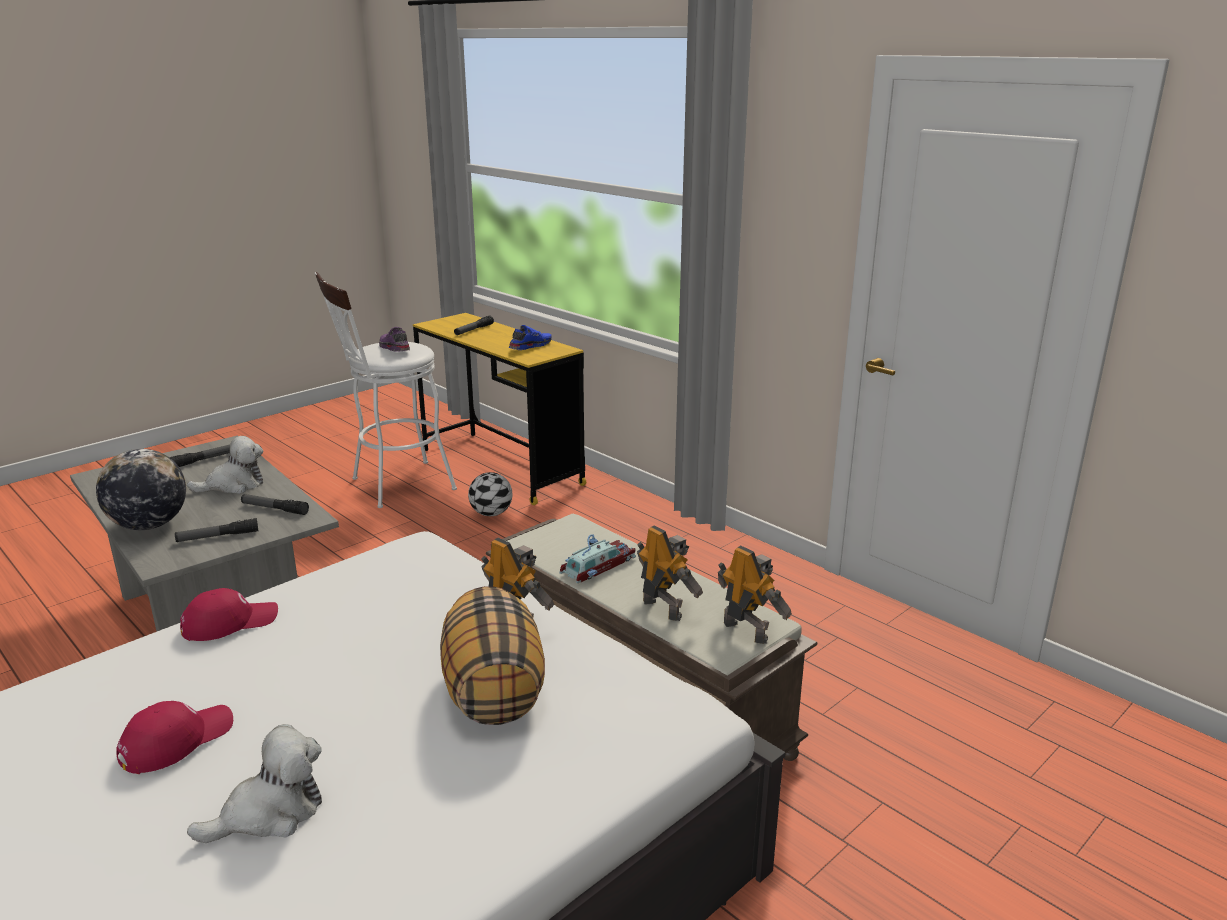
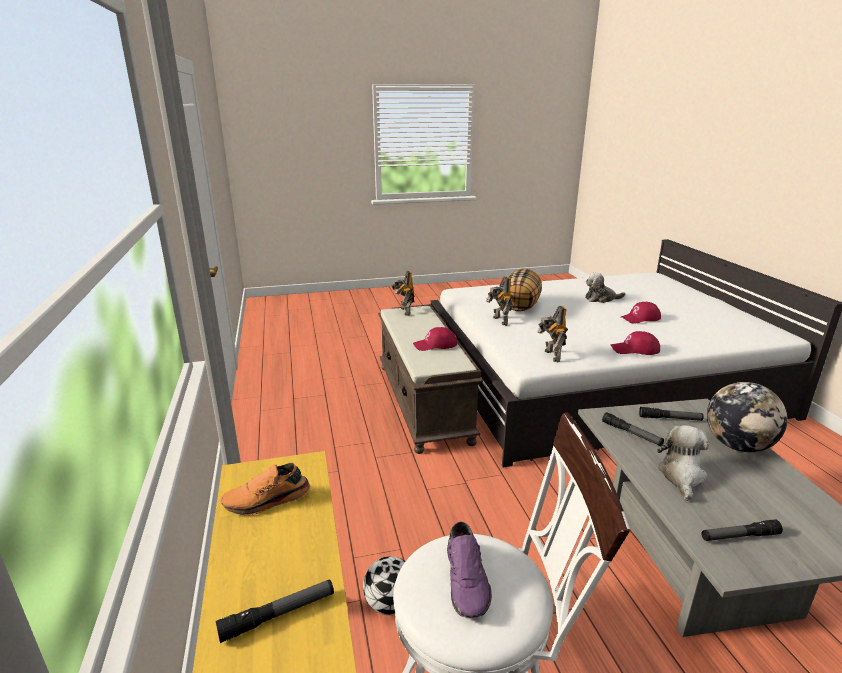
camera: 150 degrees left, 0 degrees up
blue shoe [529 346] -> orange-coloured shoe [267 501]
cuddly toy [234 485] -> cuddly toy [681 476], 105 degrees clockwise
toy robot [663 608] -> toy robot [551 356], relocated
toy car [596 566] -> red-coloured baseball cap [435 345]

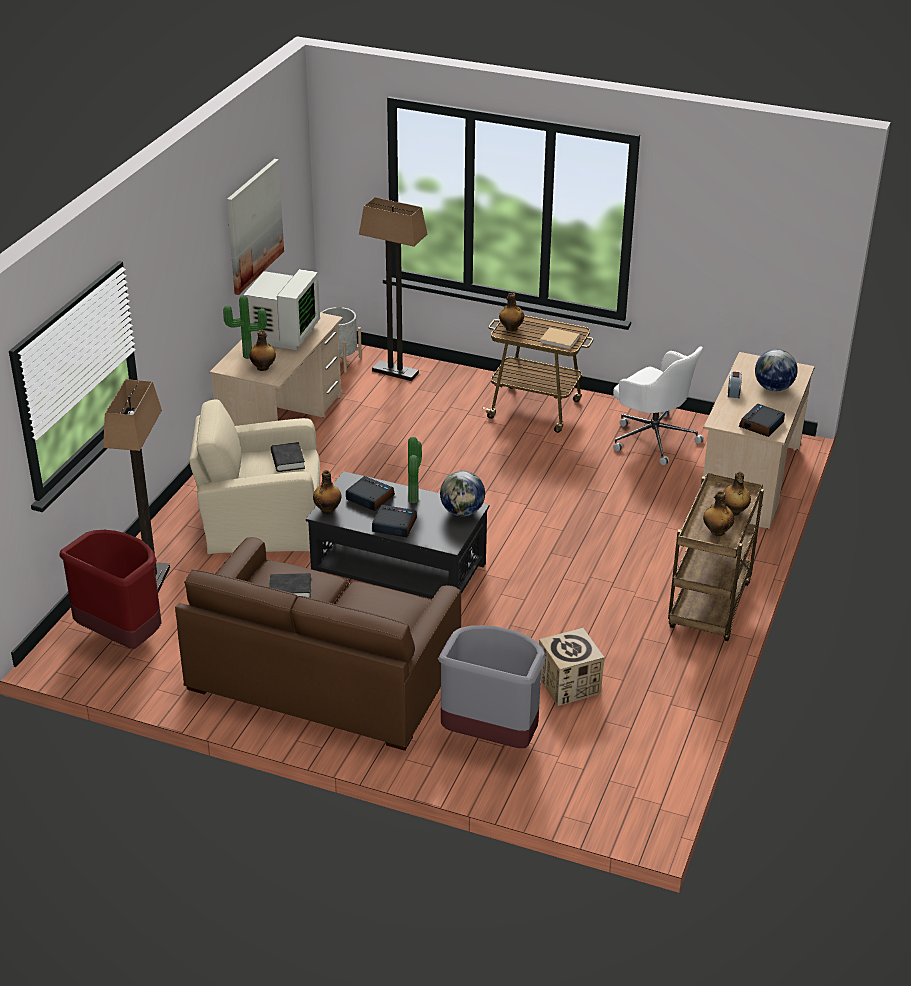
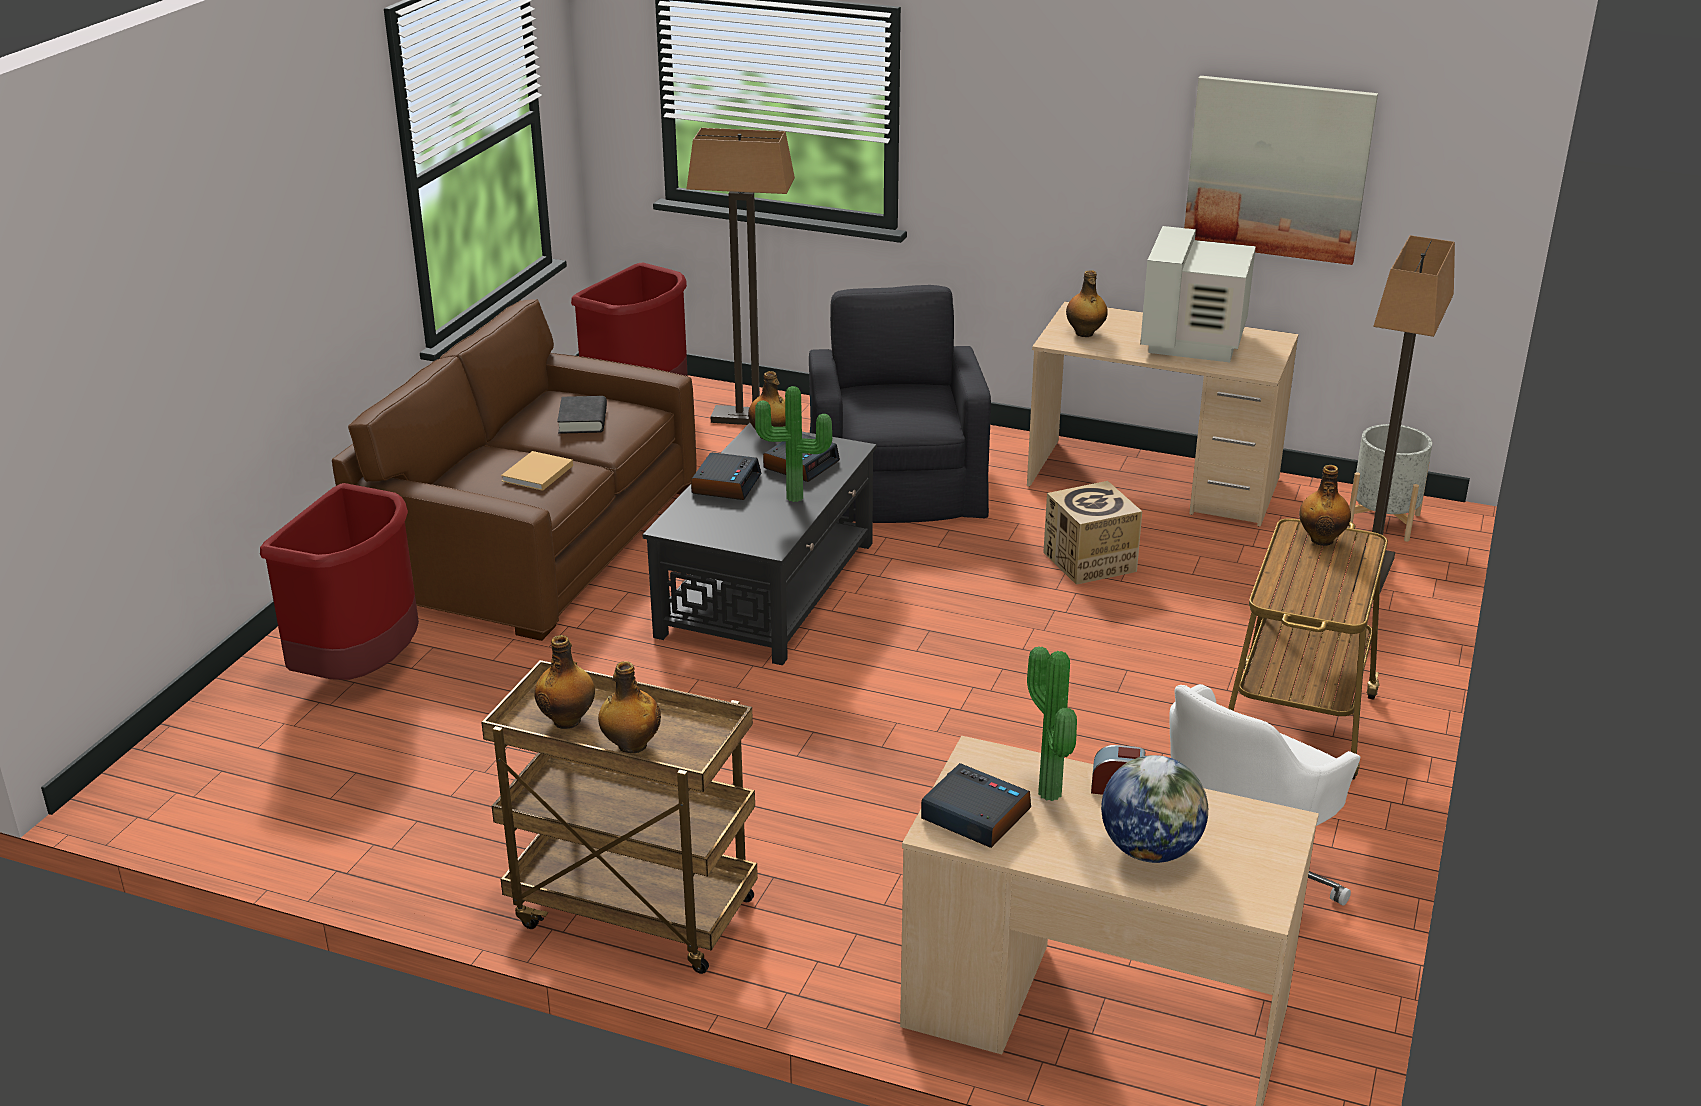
camera: 90 degrees right, 5 degrees down
computer display [282 334] -> computer display [1195 341], 90 degrees clockwise
plant in a pot [248 357] -> plant in a pot [1045 794], relocated
sand-coloured book [560 340] -> sand-coloured book [536 474], relocated
sand-coloured easy chair [262 519] -> blackish easy chair [895 480]
blackish book [287 460] -> none
world globe [462 512] -> none
grey rubbish bin [490 735] -> red-coloured rubbish bin [362 667]
cardboard box [569 684] -> cardboard box [1089 562], relocated

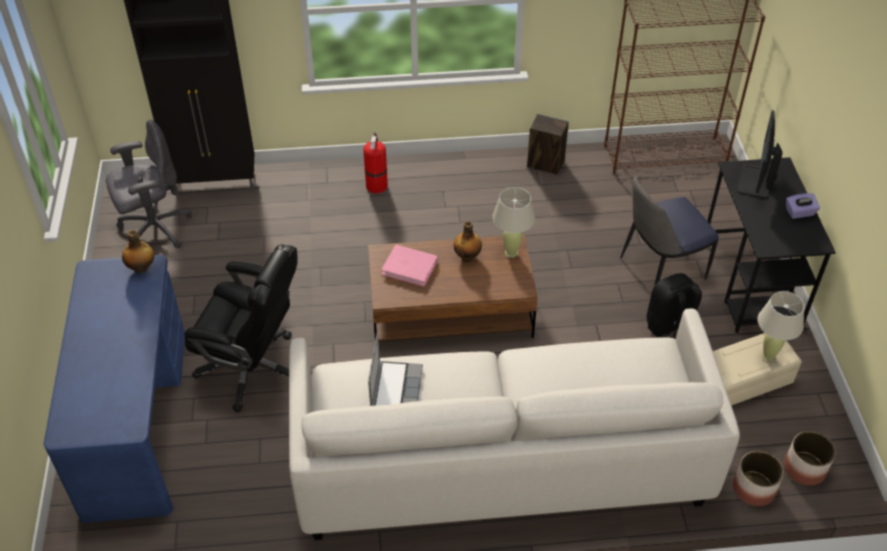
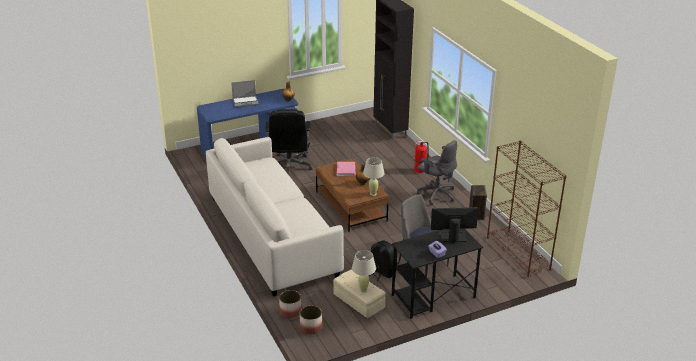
camera: 70 degrees right, 15 degrees down
grey computer chair [154 229] -> grey computer chair [436 194], relocated
laptop [395 388] -> laptop [246 102], relocated

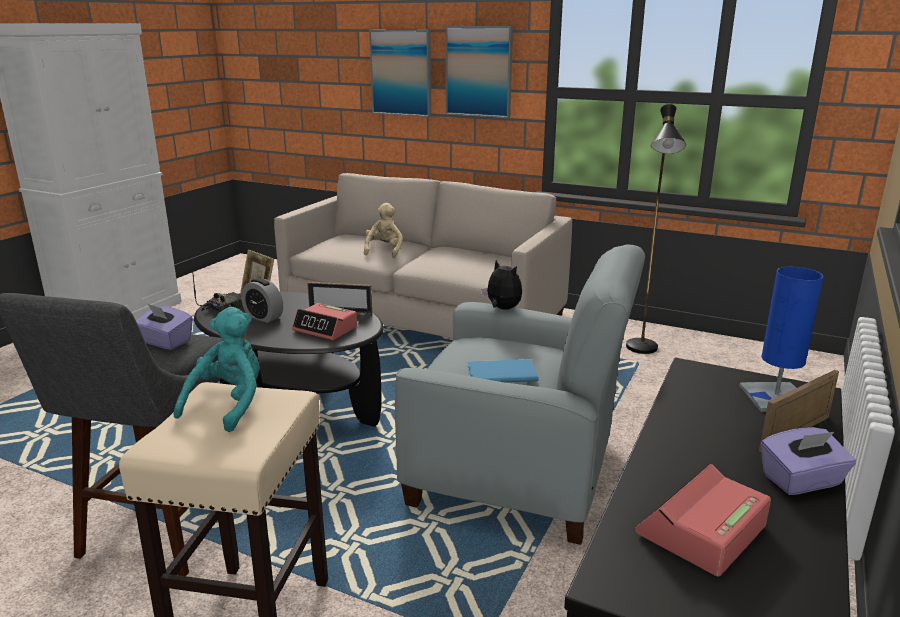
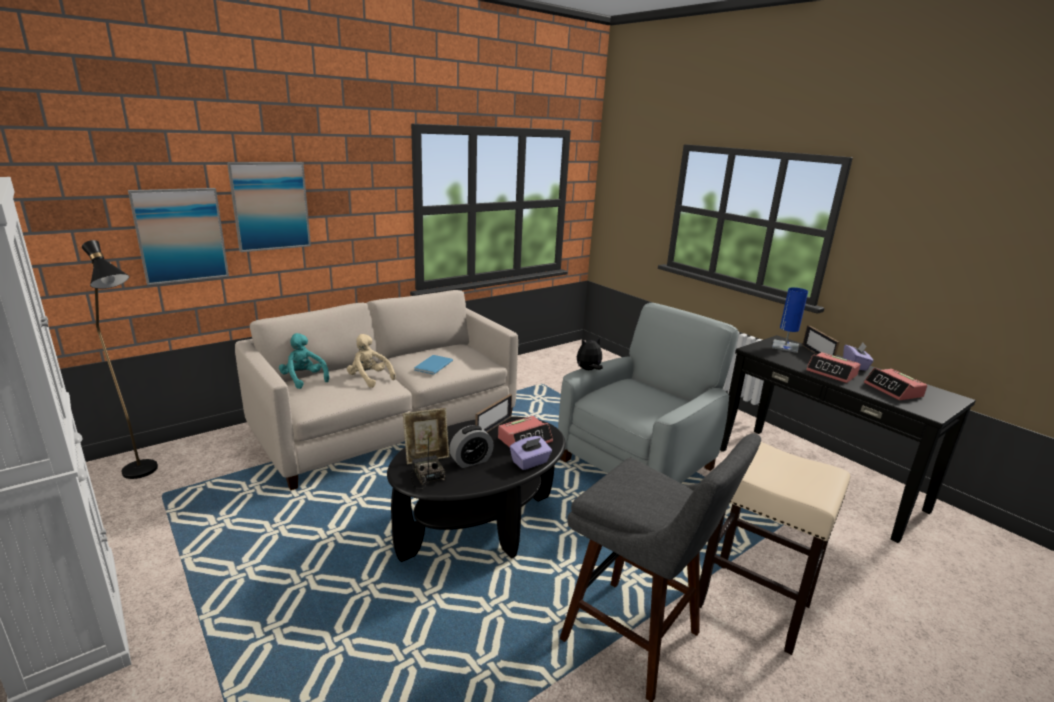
camera: 65 degrees left, 0 degrees up
picture [479 71] -> picture [181 235], relocated
blackish standing lamp [643 352] -> blackish standing lamp [146 474], relocated
purplish tissue holder [165 342] -> purplish tissue holder [530 462], relocated
turquoise cuddly toy [229 405] -> turquoise cuddly toy [304 379], relocated
blue book [500 372] -> blue book [432 365], relocated
none -> table clock [832 373]

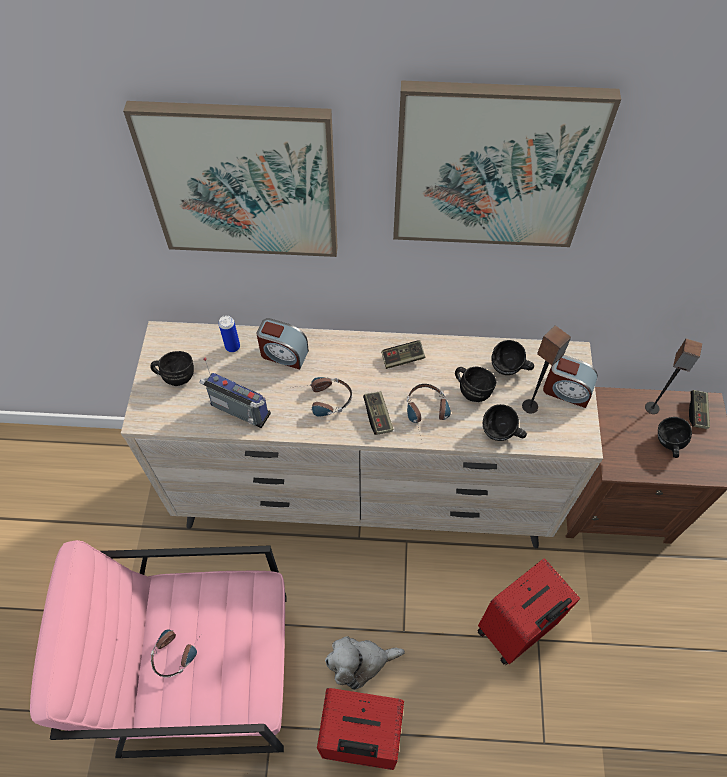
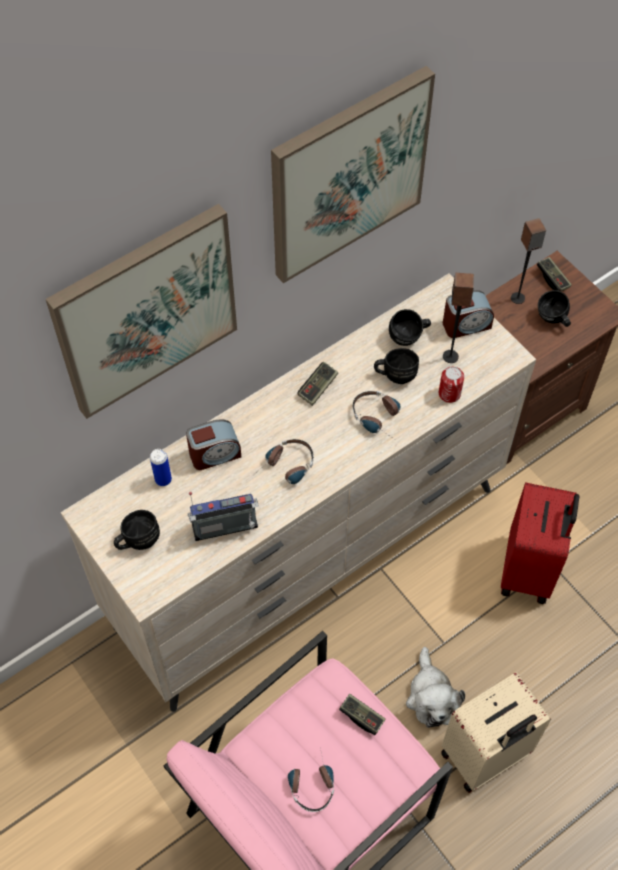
camera: 40 degrees left, 0 degrees up
game controller [378 416] -> game controller [362 716], relocated
blackish coffee mug [501 434] -> sealed can [449 394]
cuddly toy [360 662] -> cuddly toy [431 696], 45 degrees counterclockwise
red-coloured suitcase [359 740] -> sand-coloured suitcase [485 756]

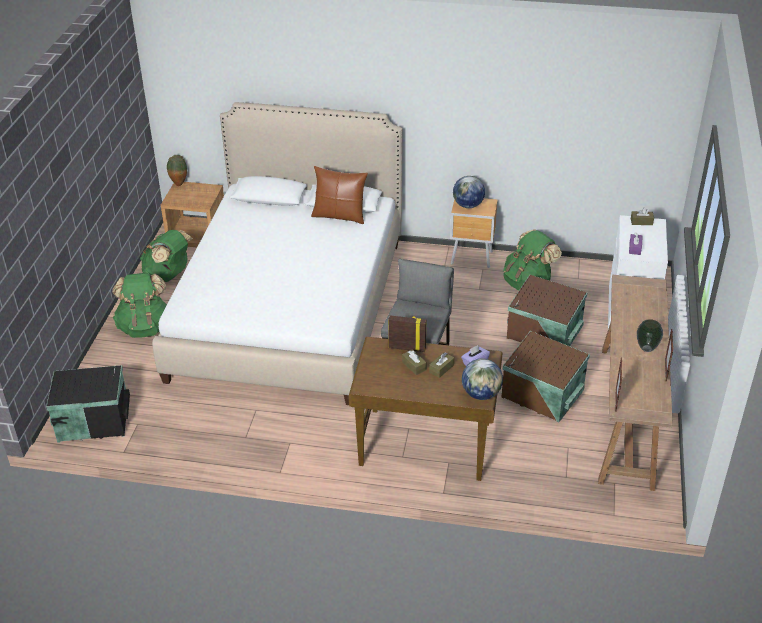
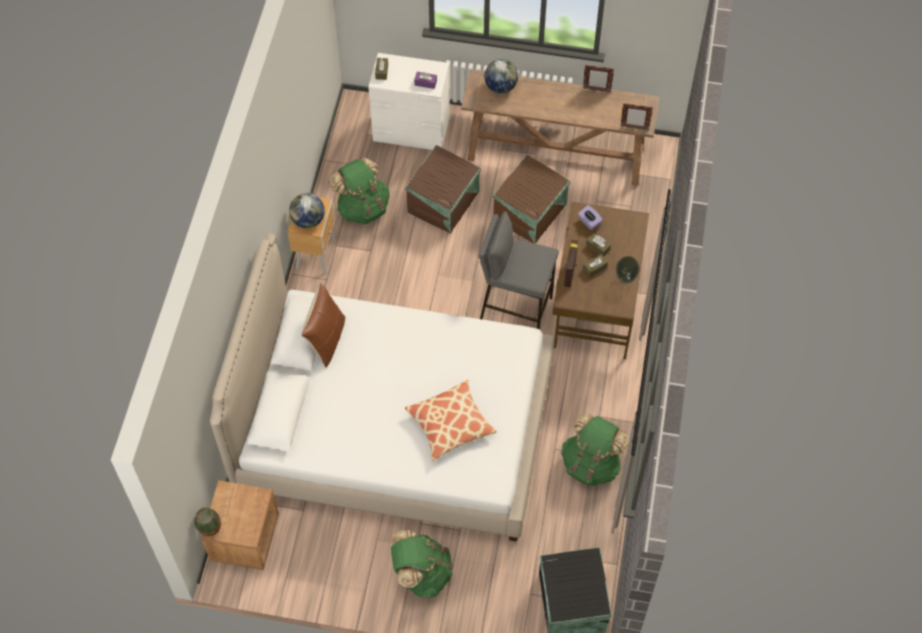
camera: 90 degrees left, 20 degrees up
green-coloured knapsack [168 276] -> green-coloured knapsack [591 464], relocated
decorative vase [646 348] -> decorative vase [625 279], relocated
world globe [481 394] -> world globe [500 87], relocated
none -> pillow [450 424]

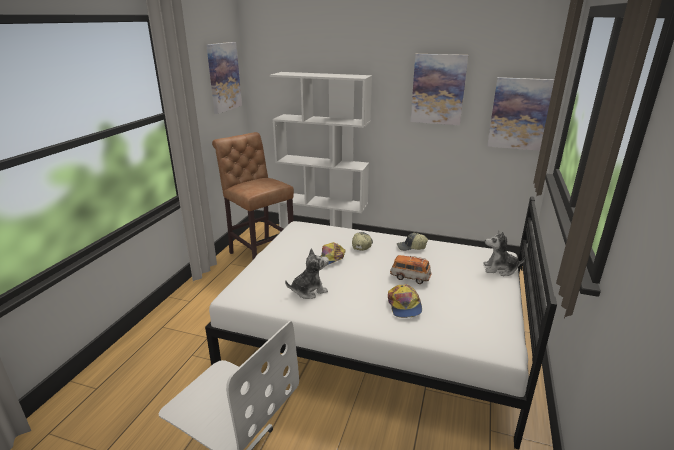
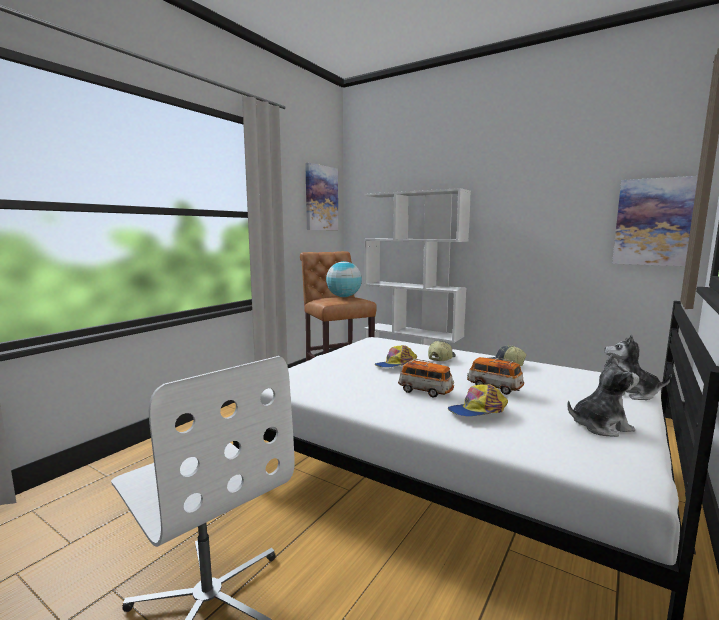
camera: 15 degrees right, 15 degrees down
picture [438 89] -> none
cuddly toy [309 290] -> cuddly toy [599 426], relocated
baseball cap [404 306] -> baseball cap [478 411], 60 degrees clockwise
none -> world globe [344 297]
none -> toy car [425 391]

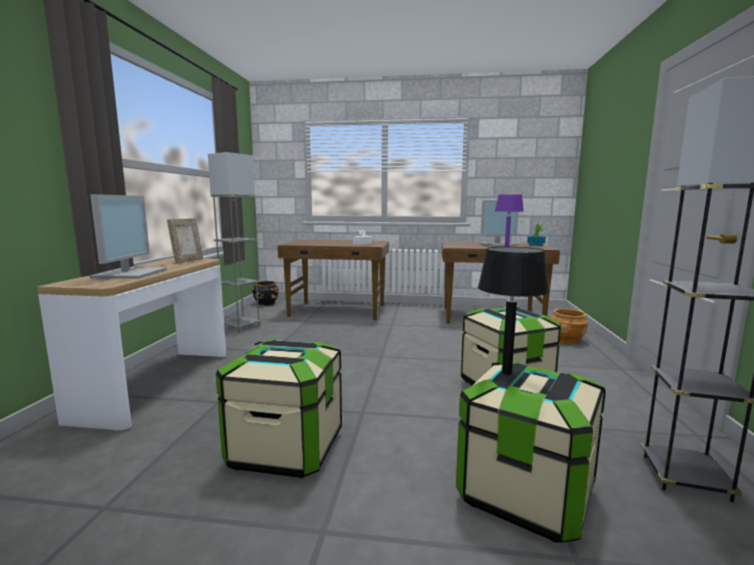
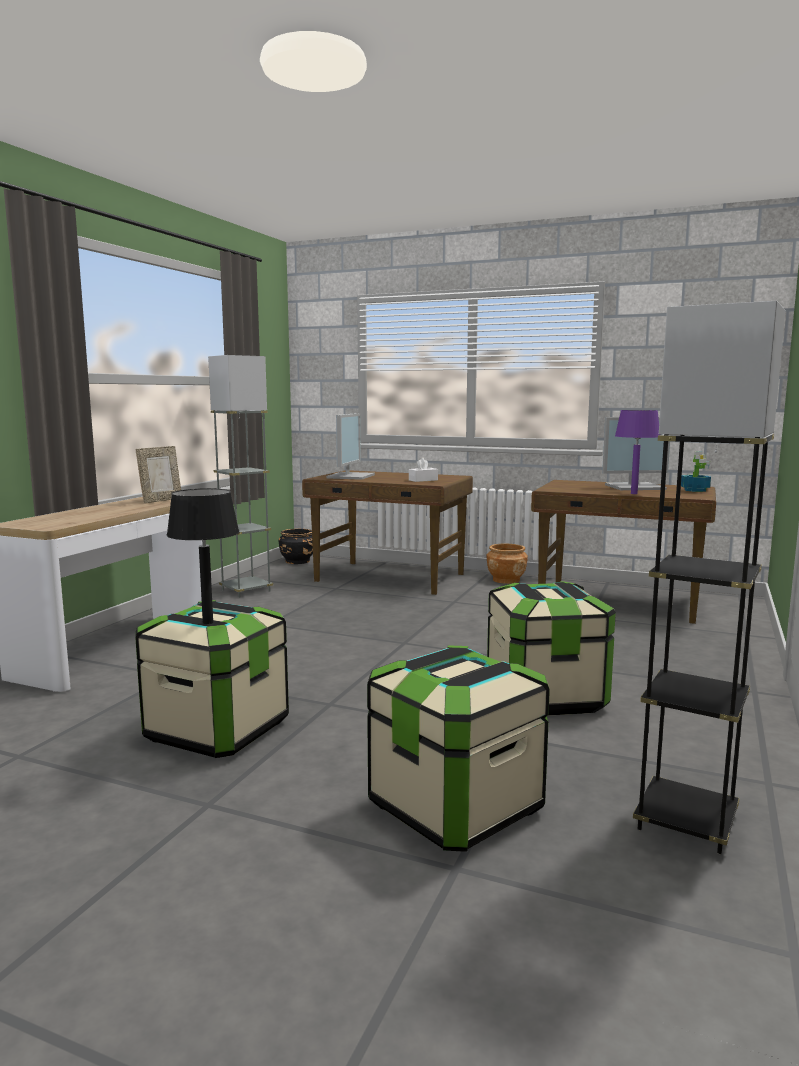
camera: 15 degrees right, 0 degrees up
computer display [130 273] -> computer display [350 476], relocated
blackish lamp for a table [506 372] -> blackish lamp for a table [208 622], relocated
brown-coloured plant pot [566 340] -> brown-coloured plant pot [506 580], relocated

